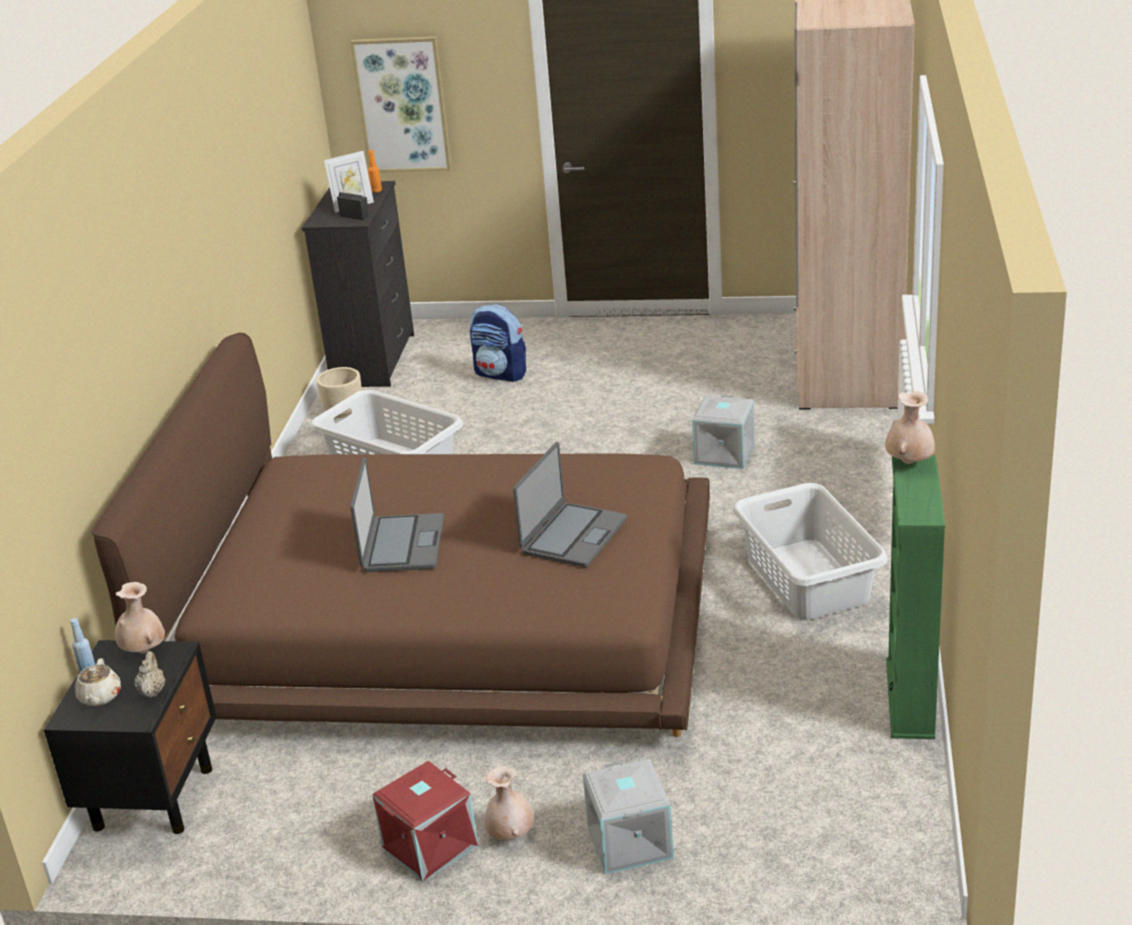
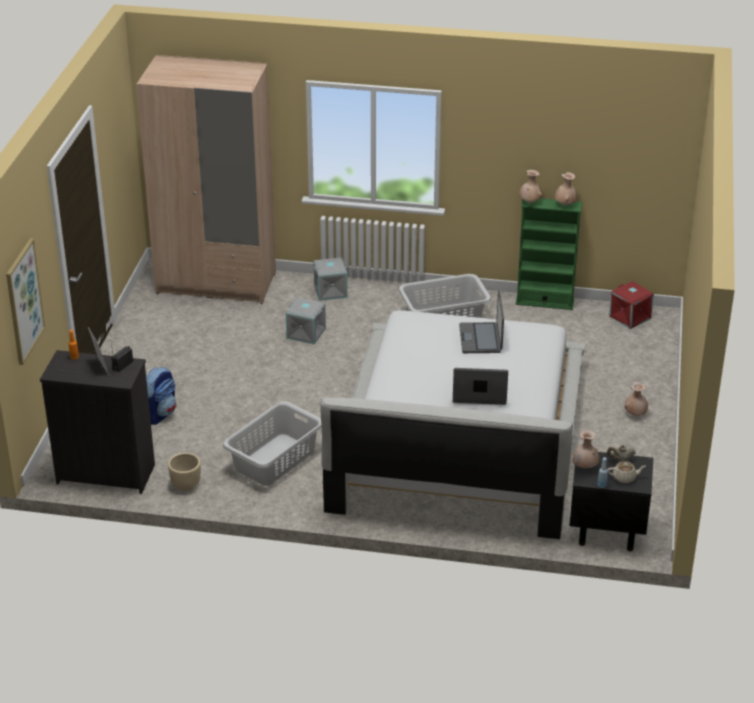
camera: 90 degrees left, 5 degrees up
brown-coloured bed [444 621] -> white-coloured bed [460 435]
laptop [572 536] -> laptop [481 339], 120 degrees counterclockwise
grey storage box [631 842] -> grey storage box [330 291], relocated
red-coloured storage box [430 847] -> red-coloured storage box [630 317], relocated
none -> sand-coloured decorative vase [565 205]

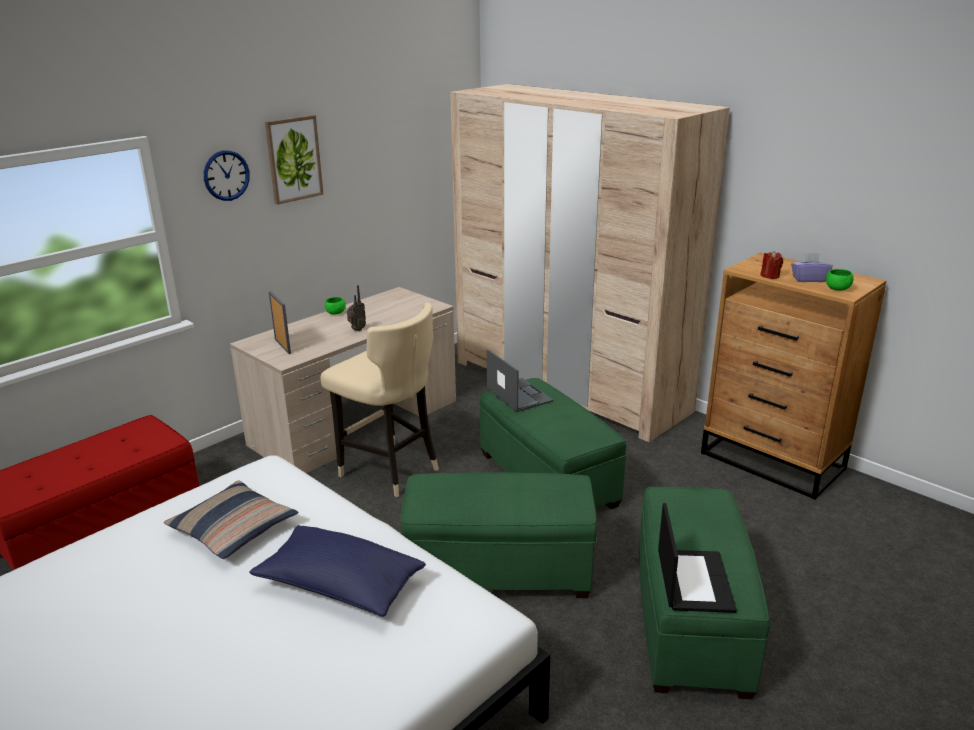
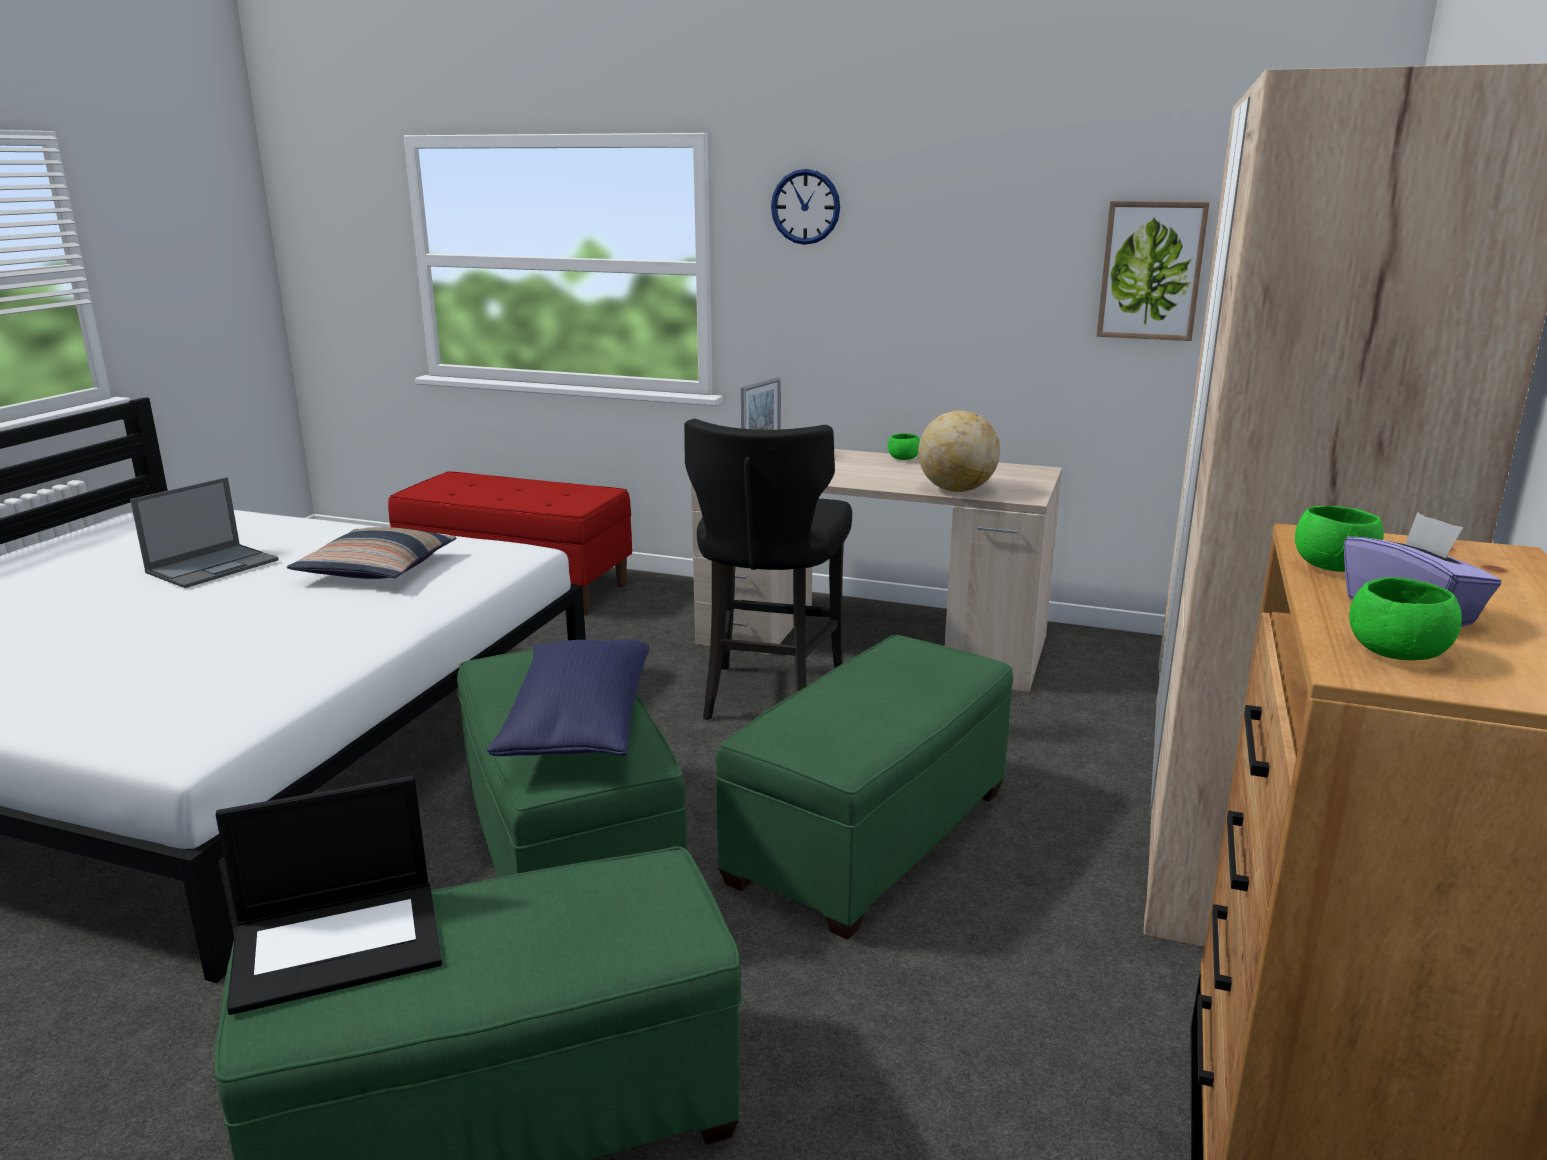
camera: 65 degrees right, 5 degrees down
picture [293 159] -> picture [1151 271], relocated
red-coloured wax light [770 276] -> green-coloured serving bowl [1332 567]
radio [356 330] -> none
sand-coloured sitting stool [389 470] -> blackish sitting stool [769 696]
laptop [518 395] -> laptop [214 566], relocated
blue pillow [339 586] -> blue pillow [578 726], relocated
none -> world globe [956 490]

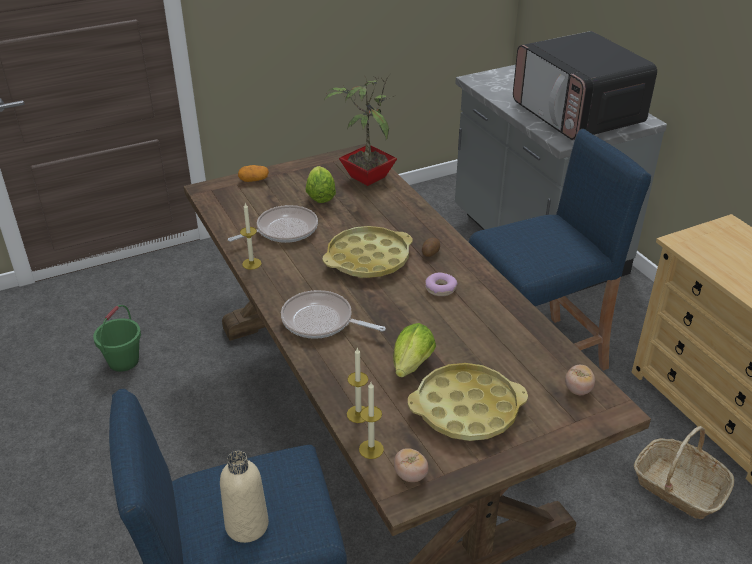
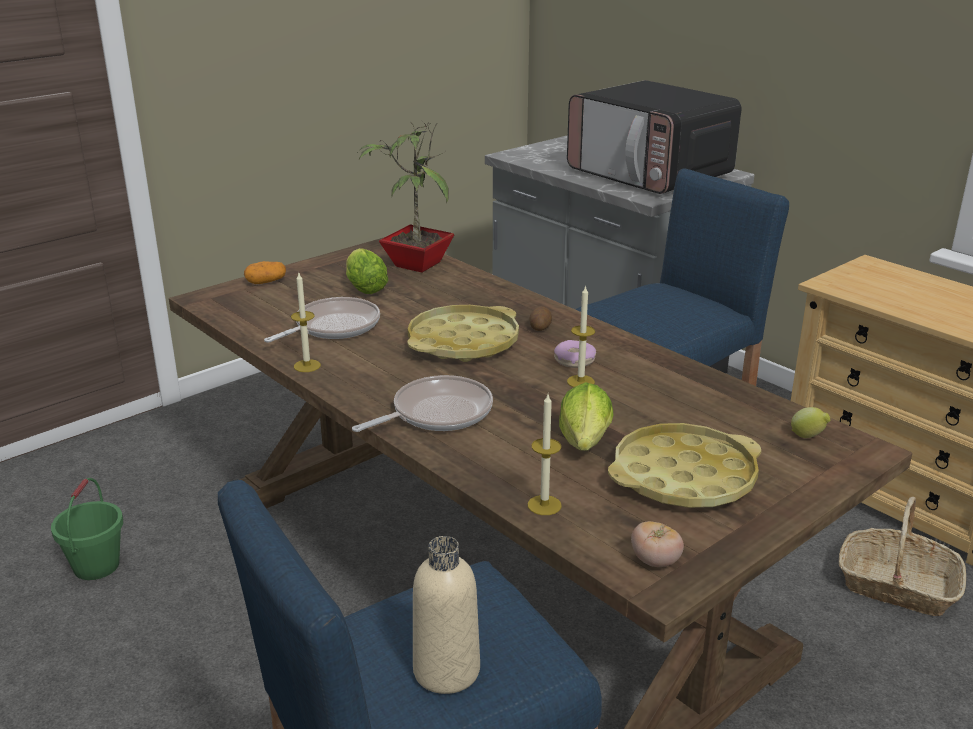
camera: 15 degrees left, 10 degrees down
skillet [321 321] -> skillet [436 413], 135 degrees clockwise
whole tomato [578 390] -> citrus fruit [808 437]
wax light [371 449] -> wax light [580 381], relocated

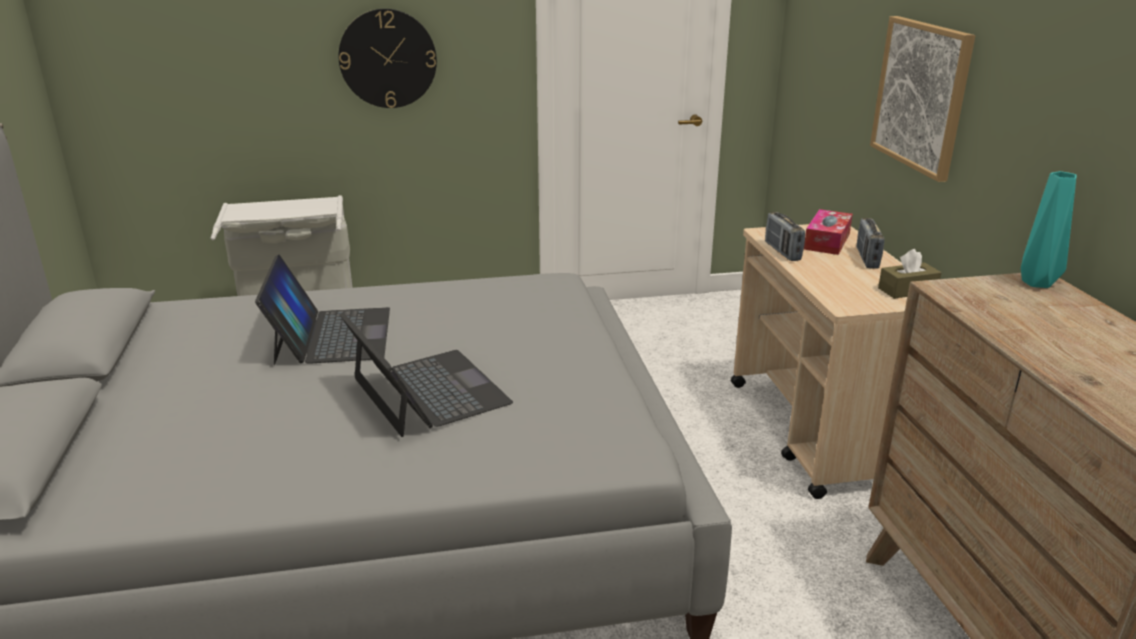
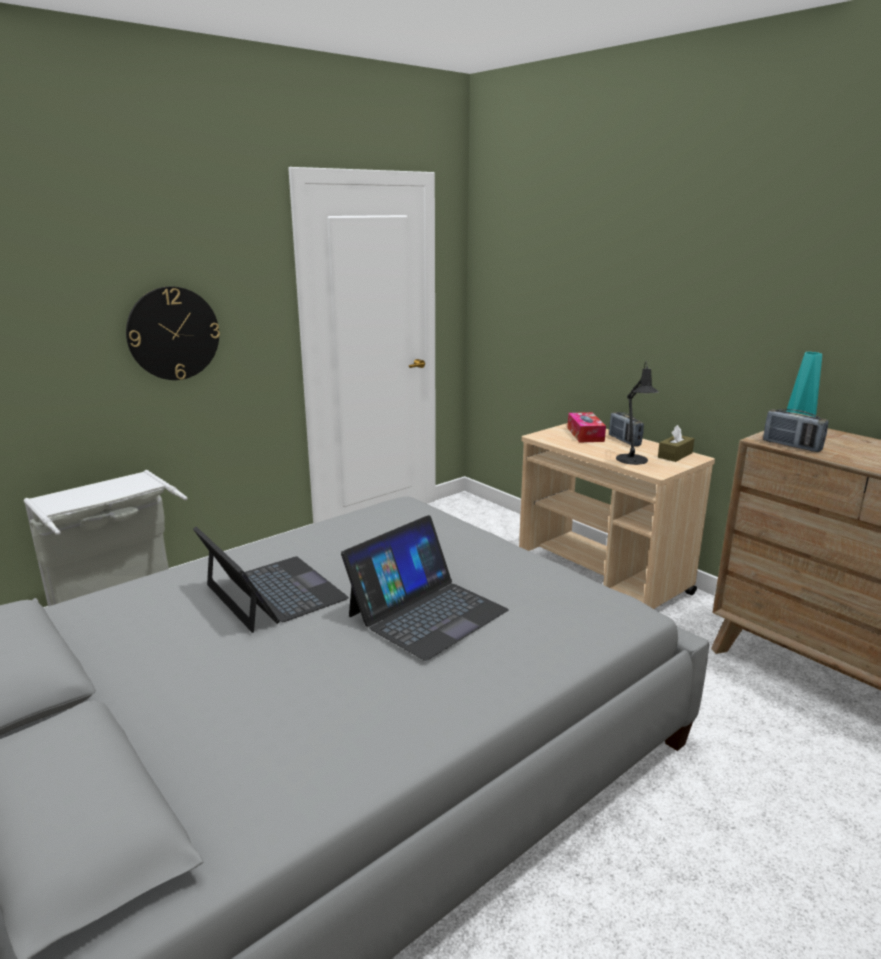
camera: 30 degrees left, 5 degrees down
picture [921 95] -> none
radio [782 251] -> radio [791 446], relocated
laptop [428 391] -> laptop [427 612], 105 degrees clockwise
none -> blackish lamp for a table [633 461]

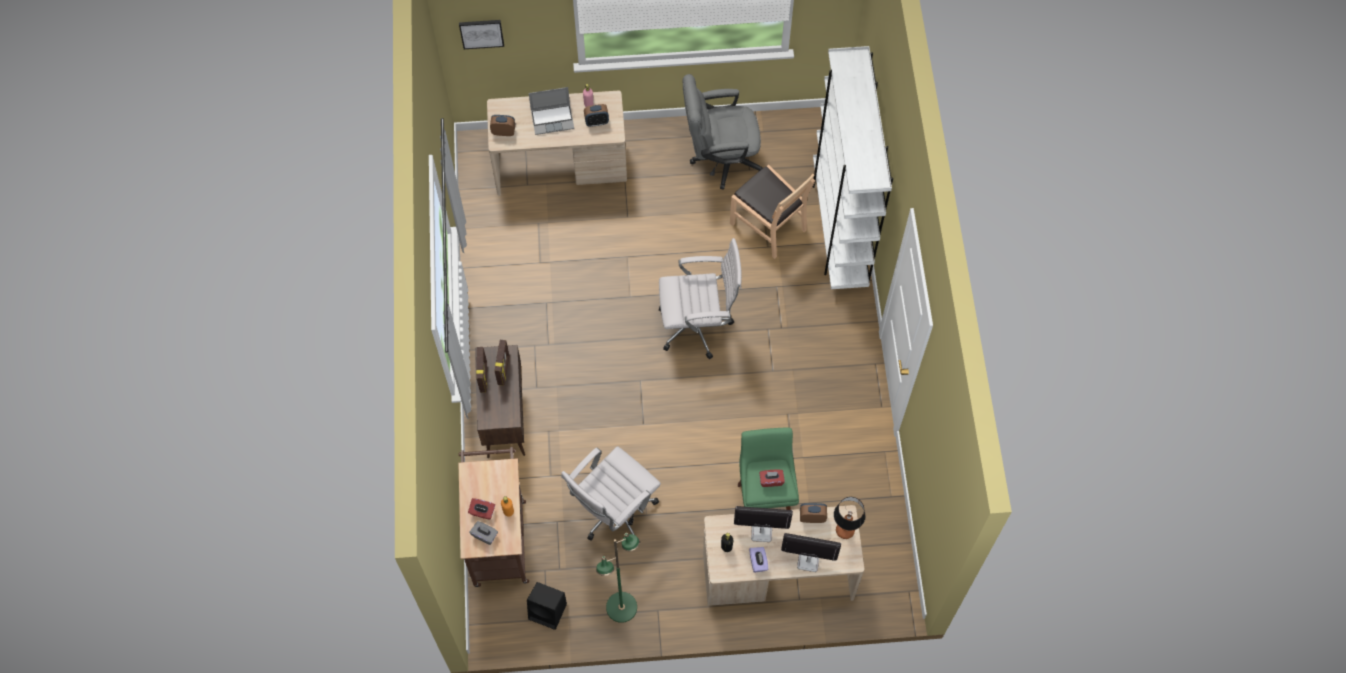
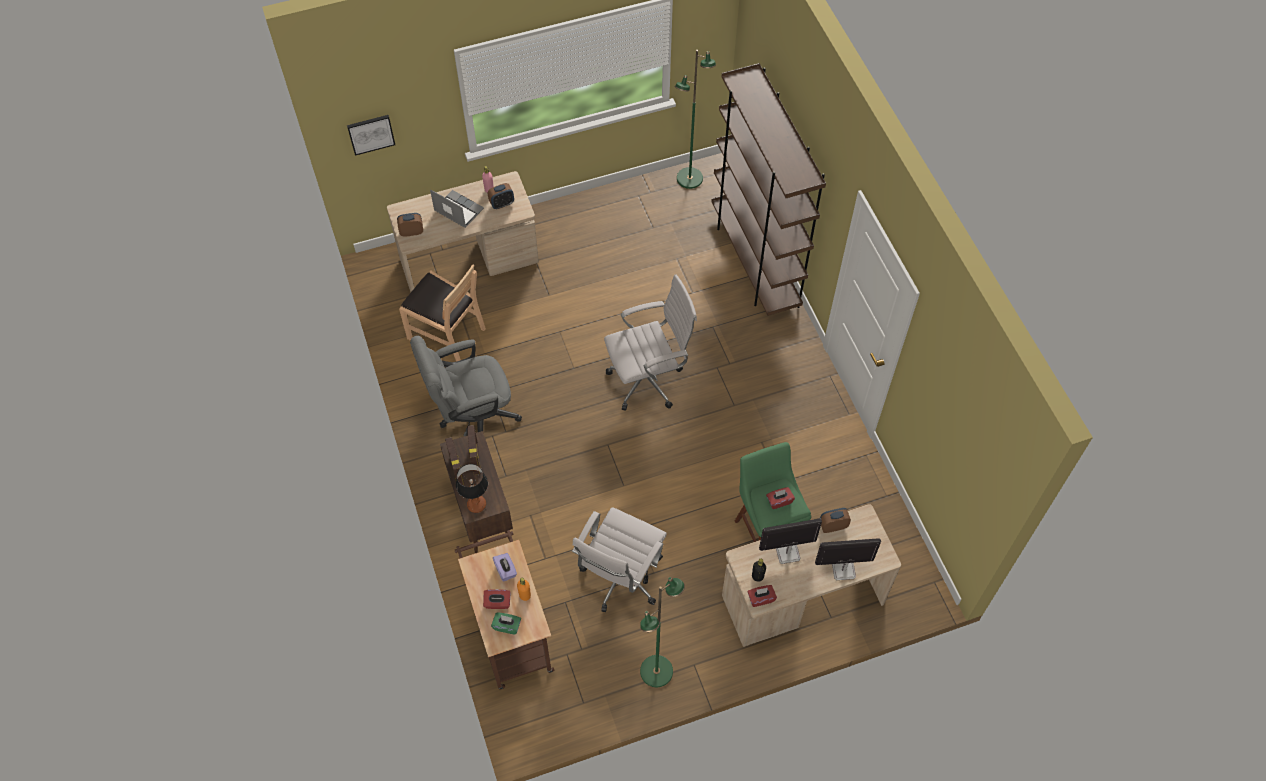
camera: 15 degrees left, 5 degrees down
white-coloured shelving unit [839 229] -> brown-coloured shelving unit [755 261]
grey computer chair [720 159] -> grey computer chair [472 415], relocated
laptop [553 119] -> laptop [457 210], 120 degrees counterclockwise
brown-coloured plain chair [768 225] -> brown-coloured plain chair [447 332], relocated
lamp for a table [845 530] -> lamp for a table [476 504], relocated
grey tissue holder [485 535] -> green-coloured tissue holder [507 626]
purplish tissue holder [758 562] -> purplish tissue holder [505 570], relocated
blackish loudspeaker [548 611] -> none
none -> green-coloured standing lamp [689 179]
none -> red-coloured tissue holder [761 598]

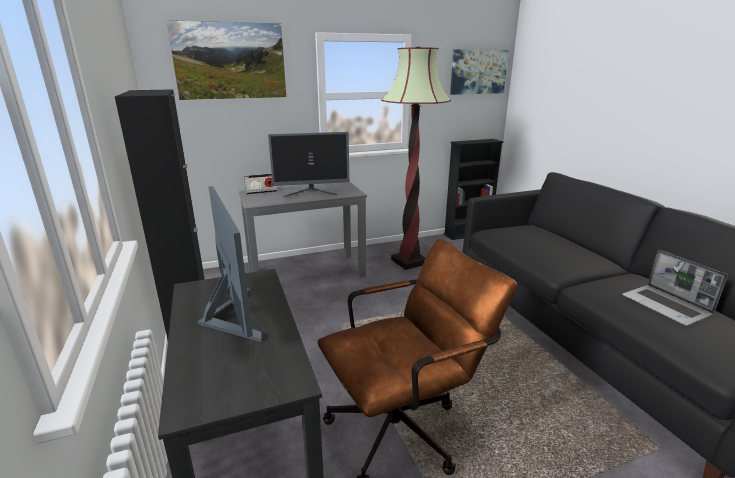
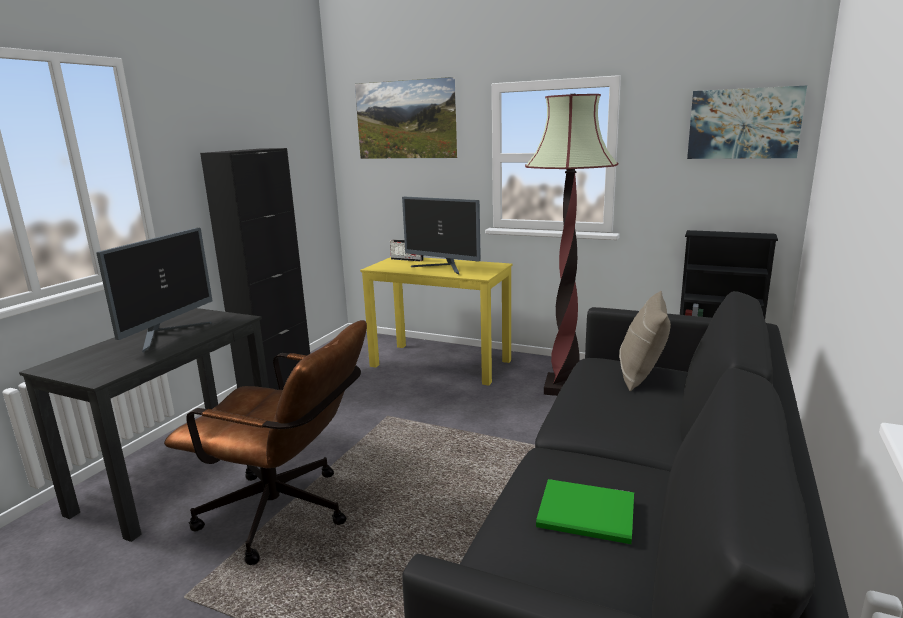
camera: 45 degrees right, 5 degrees down
grey desk [307 273] -> yellowish desk [441 363]
laptop [666 306] -> green-coloured book [589 515]
none -> sand-coloured pillow [641 374]

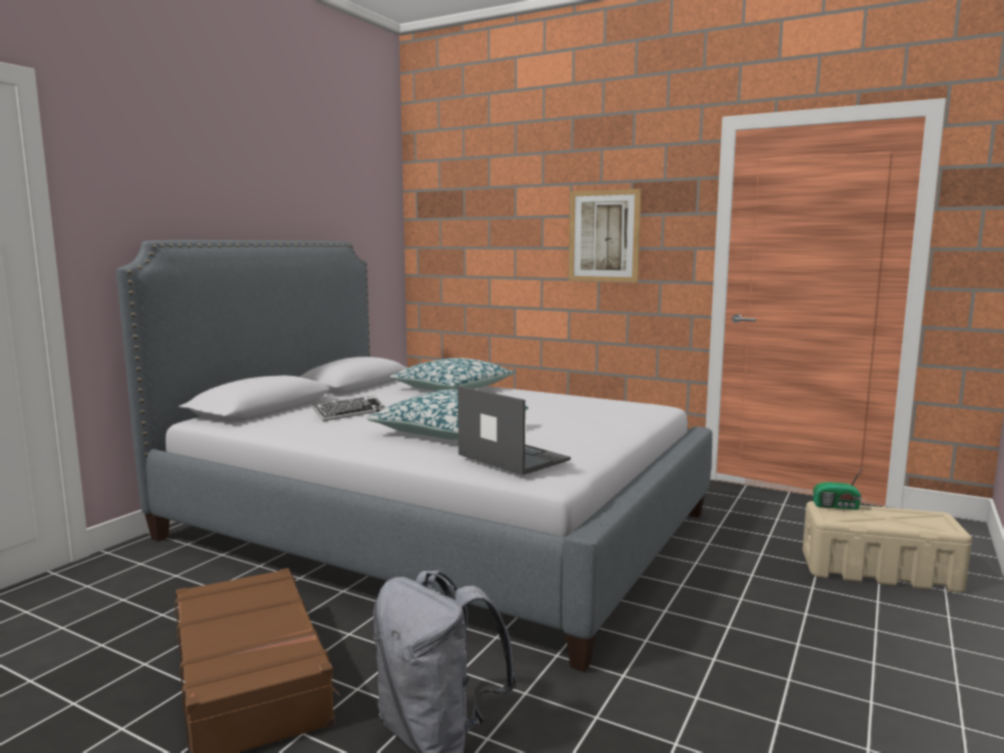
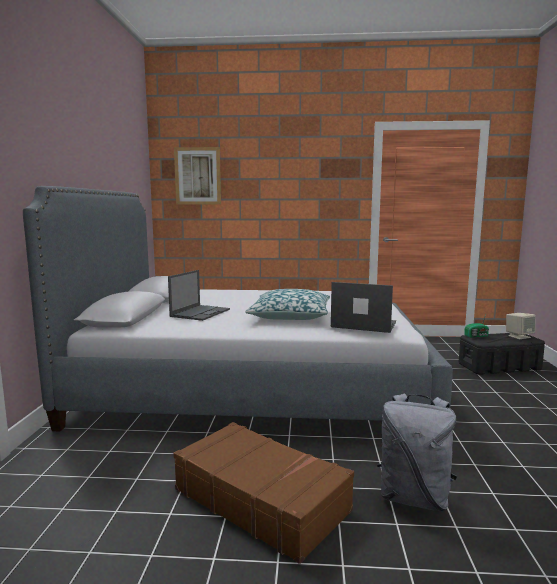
camera: 25 degrees left, 0 degrees up
picture [604 236] -> picture [197 176], relocated
pillow [452 388] -> none
keyboard [350 413] -> laptop [200 313]
sand-coloured storage box [880 571] -> blackish storage box [499 366]
none -> sand-coloured loudspeaker [519 336]

